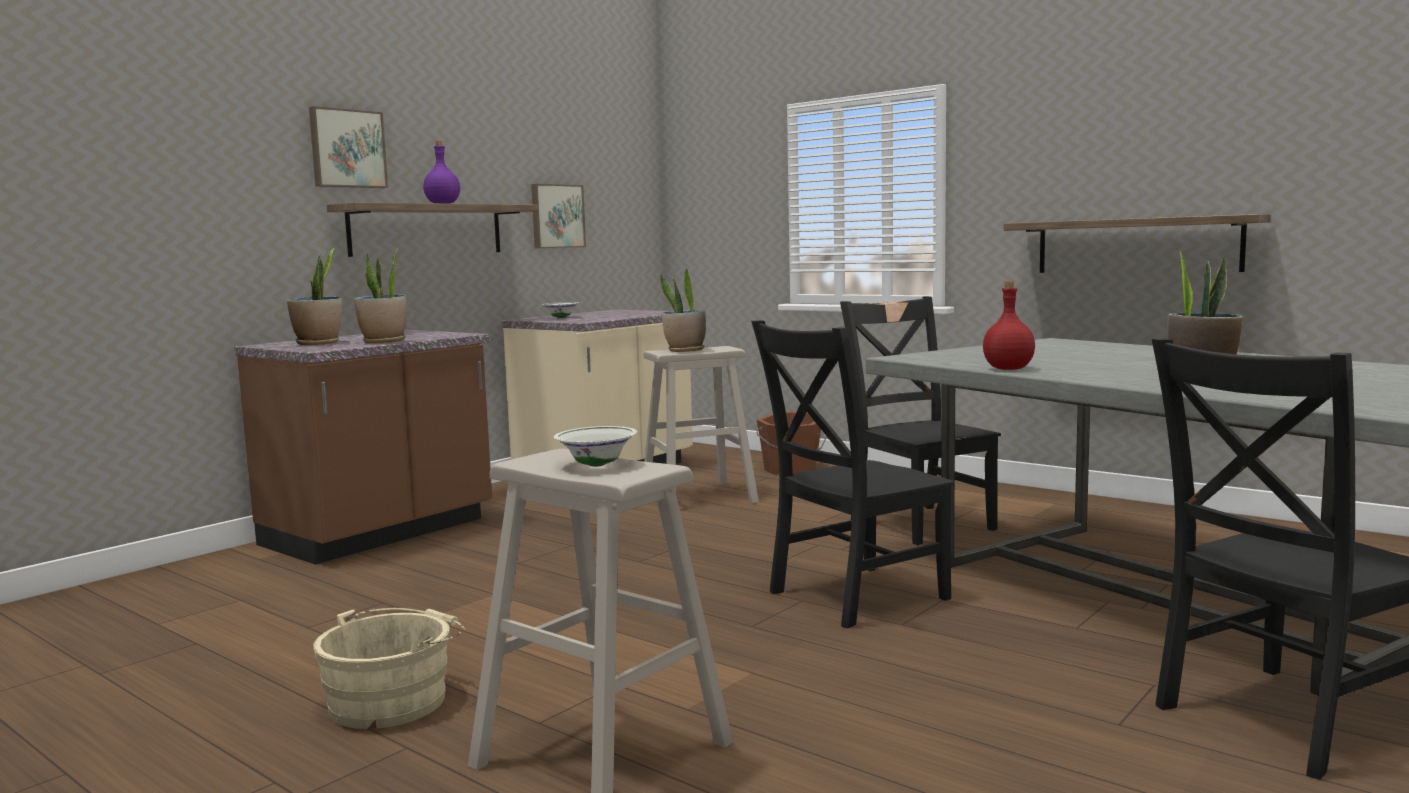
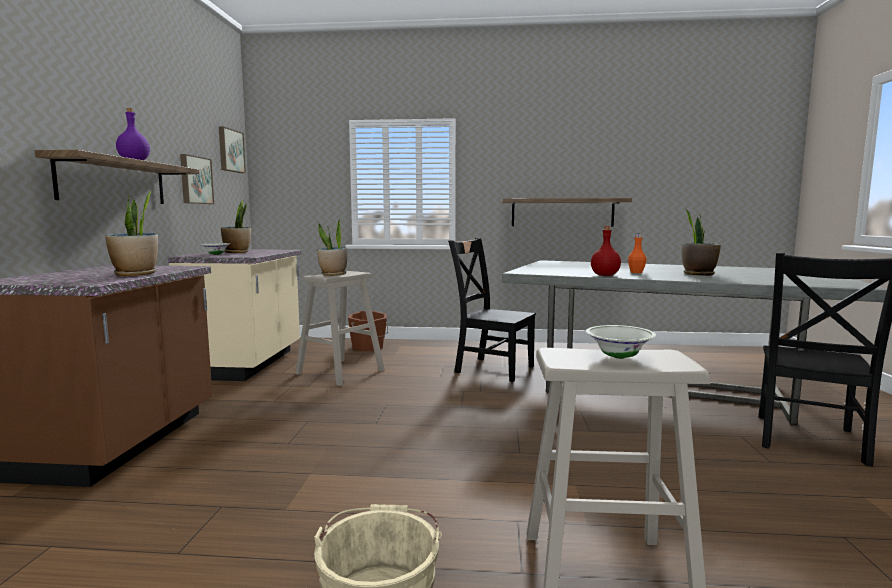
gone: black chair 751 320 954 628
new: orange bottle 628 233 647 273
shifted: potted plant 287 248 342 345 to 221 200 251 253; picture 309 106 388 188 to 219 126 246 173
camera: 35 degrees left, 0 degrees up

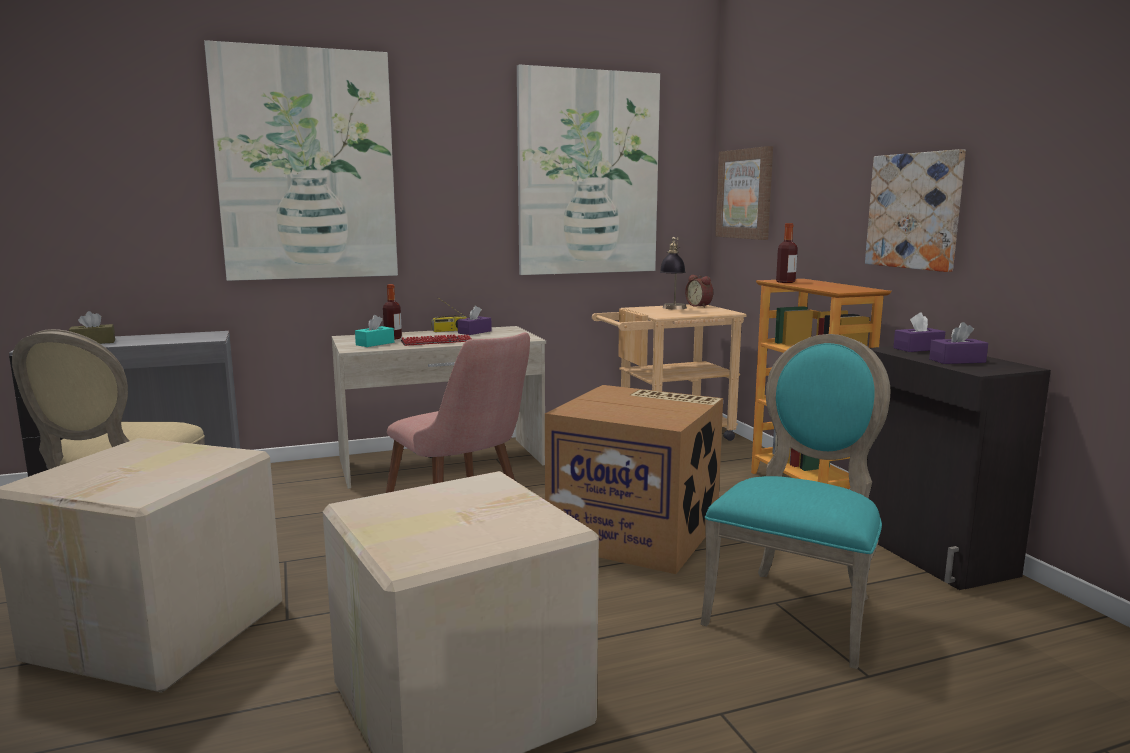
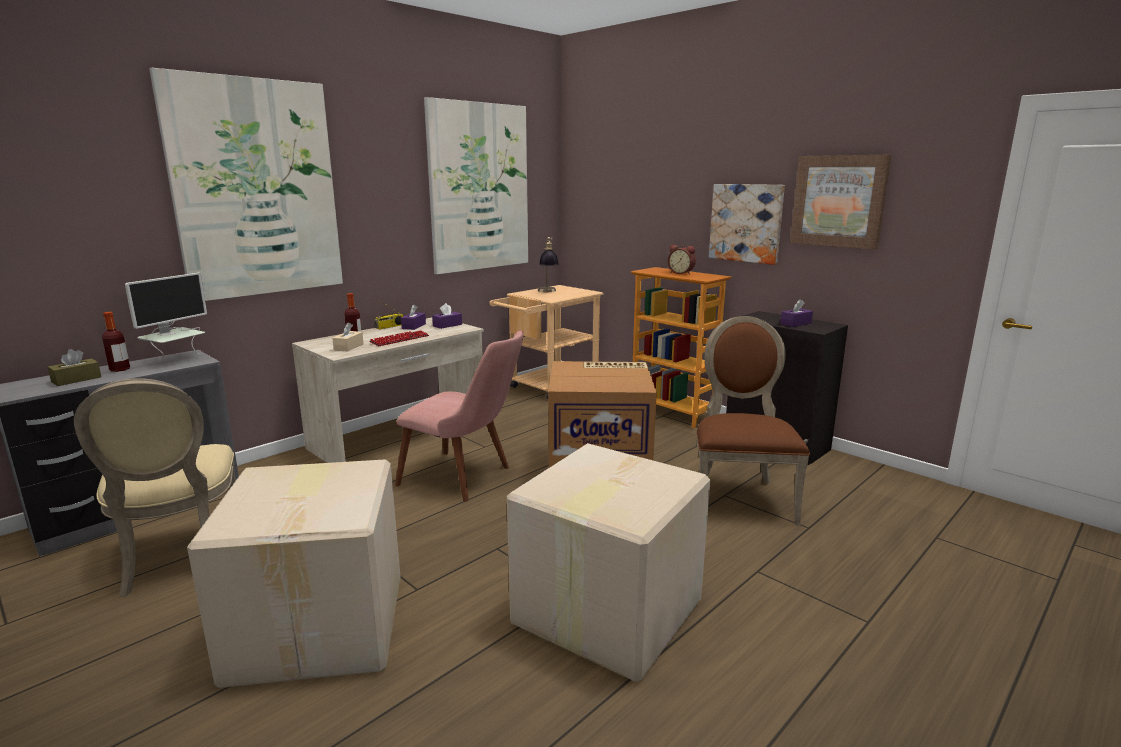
new: monitor 125 273 207 357
shifted: alarm clock 685 275 713 308 to 668 245 696 275; picture 715 146 773 240 to 790 155 891 250; bottle 776 223 798 283 to 102 312 130 372; purple tissue box 893 312 945 352 to 432 303 462 329
repainted: turquoise tissue box 355 315 394 347 to beige tissue box 332 322 364 352; turquoise chair 701 334 890 669 to brown chair 697 316 810 526
camera: 25 degrees left, 5 degrees up

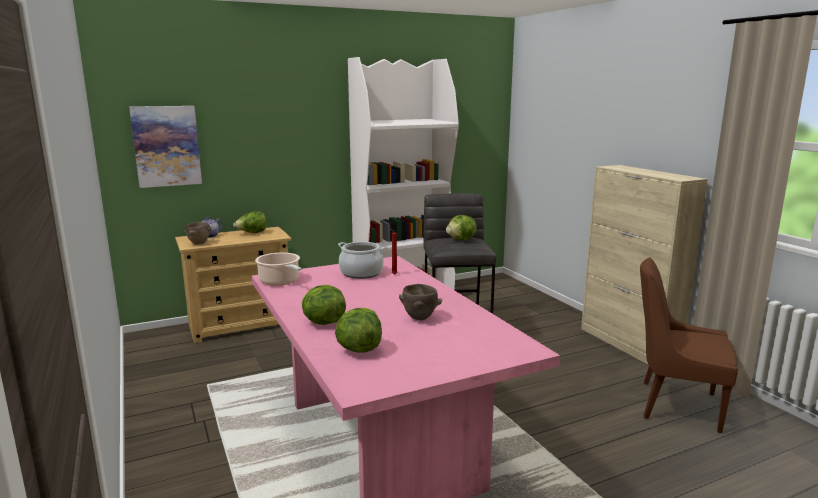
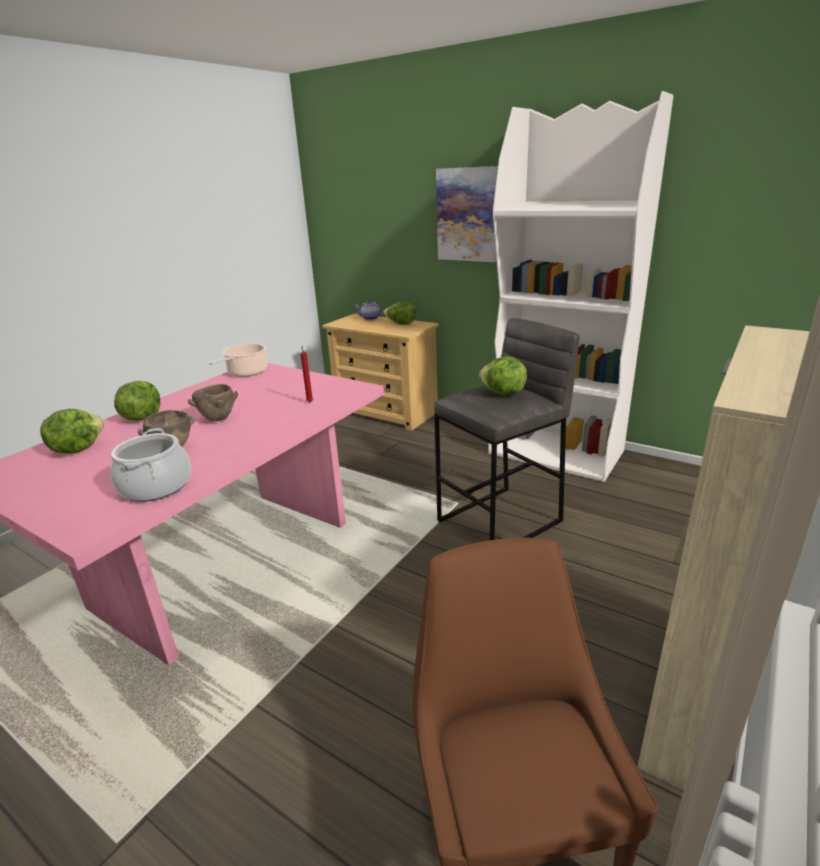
shifted: picture 129 106 202 188 to 436 166 498 262; brown bowl 184 222 212 244 to 188 384 238 421; cooking pot 338 242 384 279 to 110 428 191 502
camera: 60 degrees right, 10 degrees up

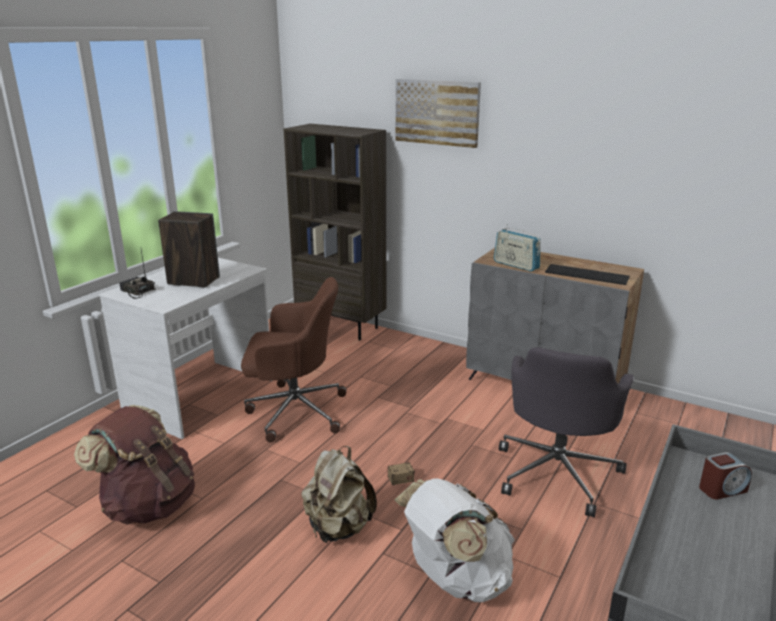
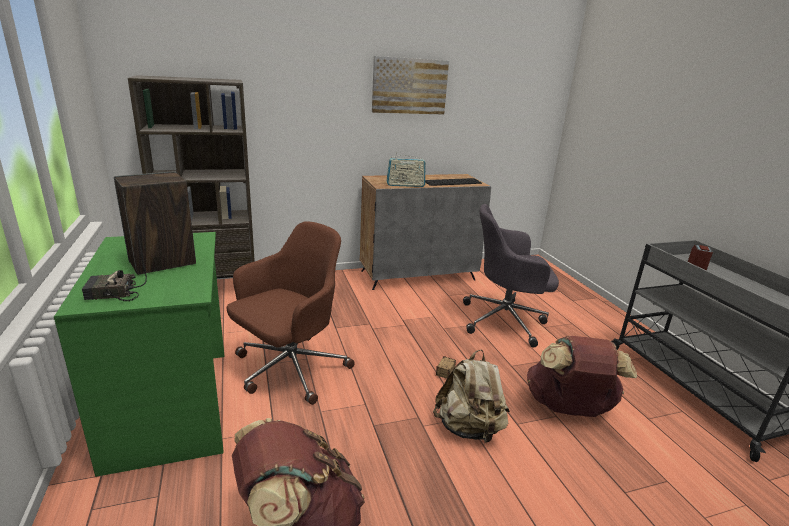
shifted: picture 396 79 481 148 to 372 56 449 115
repainted: white desk 99 258 273 439 to green desk 54 232 224 477; white backpack 394 478 515 602 to brown backpack 527 336 637 417
rotated: grey office chair 499 347 634 517 = 463 204 559 347 120 degrees clockwise
camera: 50 degrees left, 0 degrees up

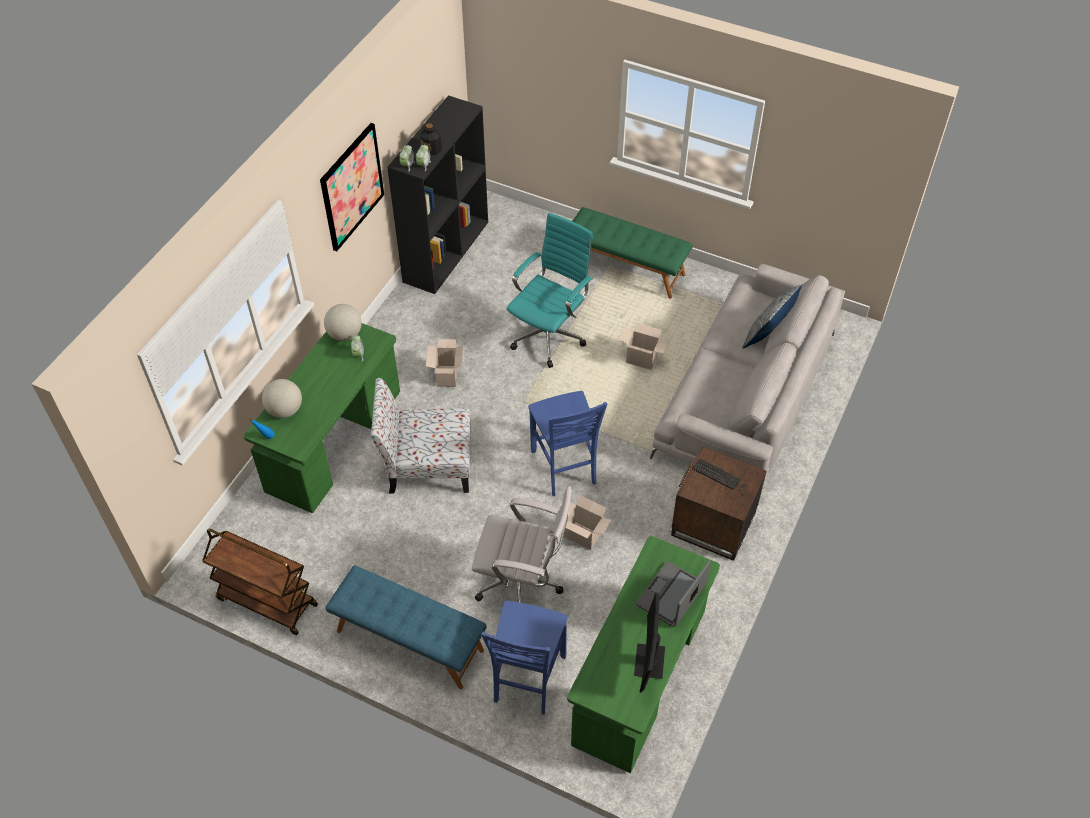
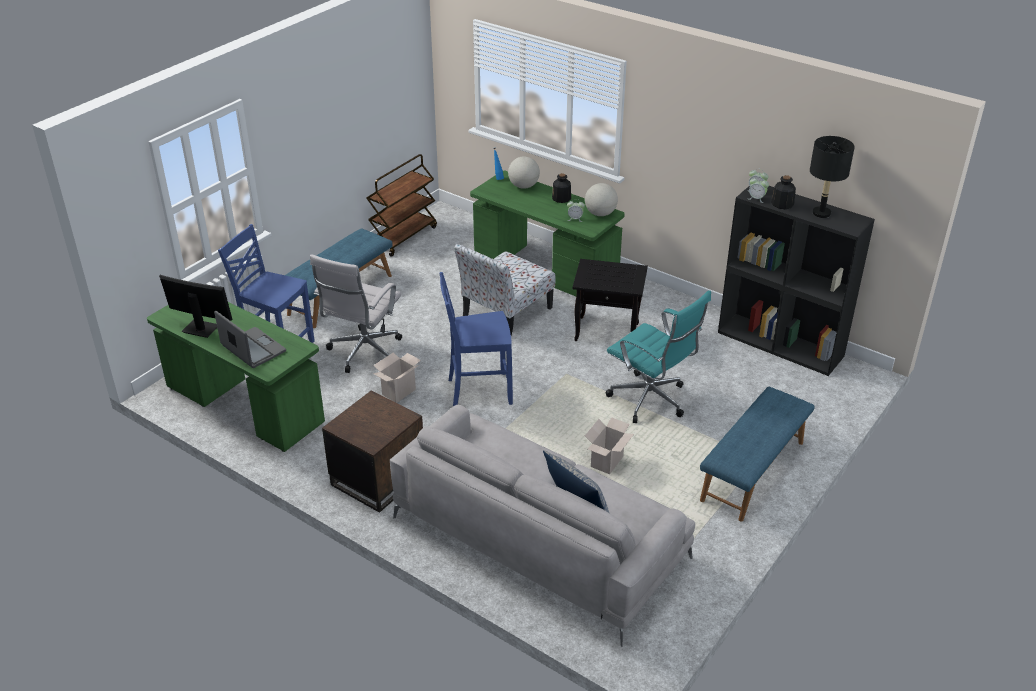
gone: picture 320 123 384 251; keyboard 692 458 747 500
new: bottle 552 173 571 203; black table lamp 810 136 855 218
swapped: cardboard box 426 339 463 387 to black side table 572 259 648 341
repainted: green bench 573 207 693 299 to blue bench 700 387 815 522
rotated: chair 371 378 471 494 = 454 244 556 336 150 degrees counterclockwise
camera: 100 degrees right, 15 degrees down

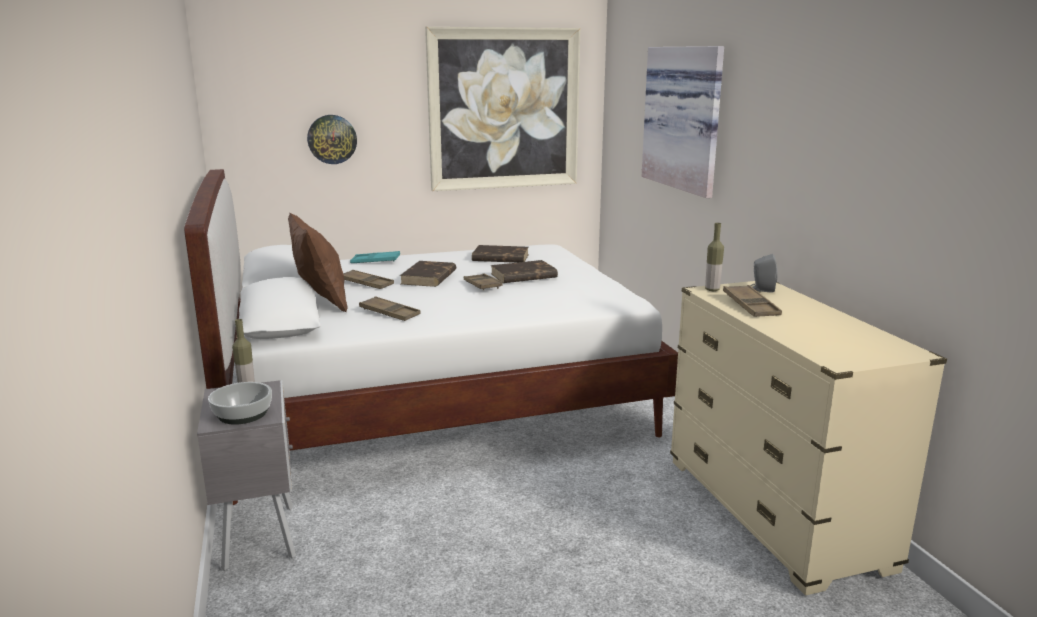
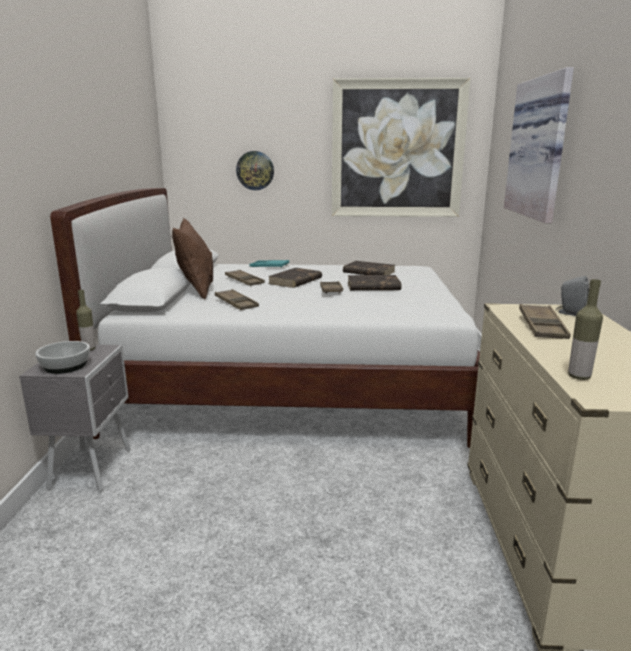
shifted: bottle 705 223 724 291 to 568 279 603 380
camera: 20 degrees right, 0 degrees up

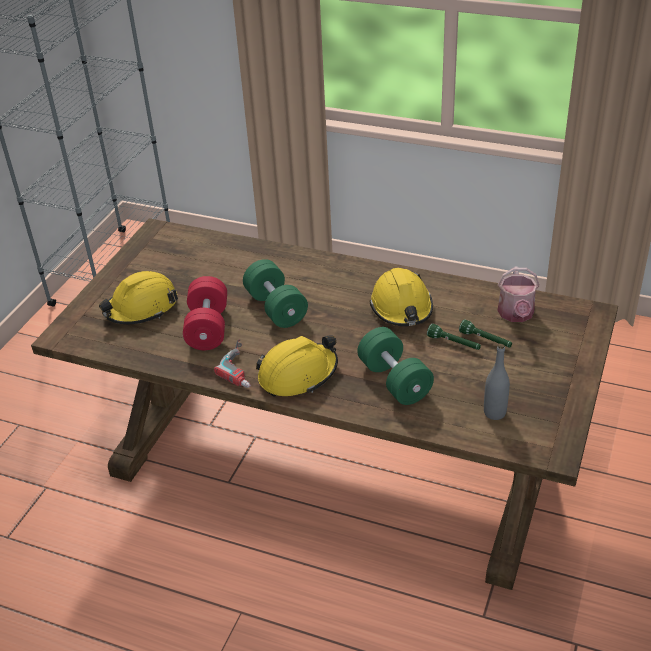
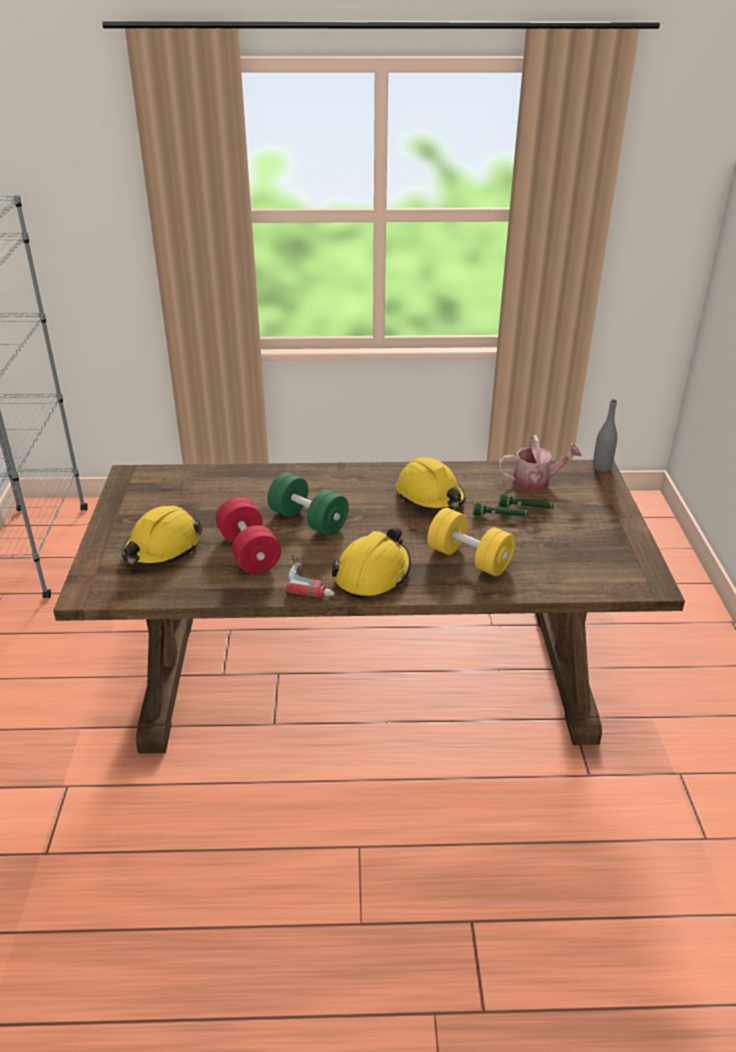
shifted: grey bottle 484 344 510 420 to 593 399 617 472
repainted: green dumbbell 357 327 434 405 to yellow dumbbell 427 508 516 576
rotated: watering can 498 267 539 322 = 499 435 582 492 75 degrees counterclockwise
camera: 25 degrees left, 5 degrees down

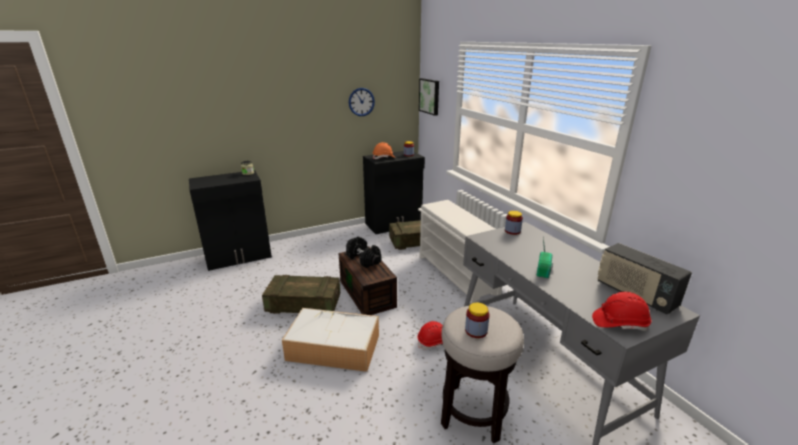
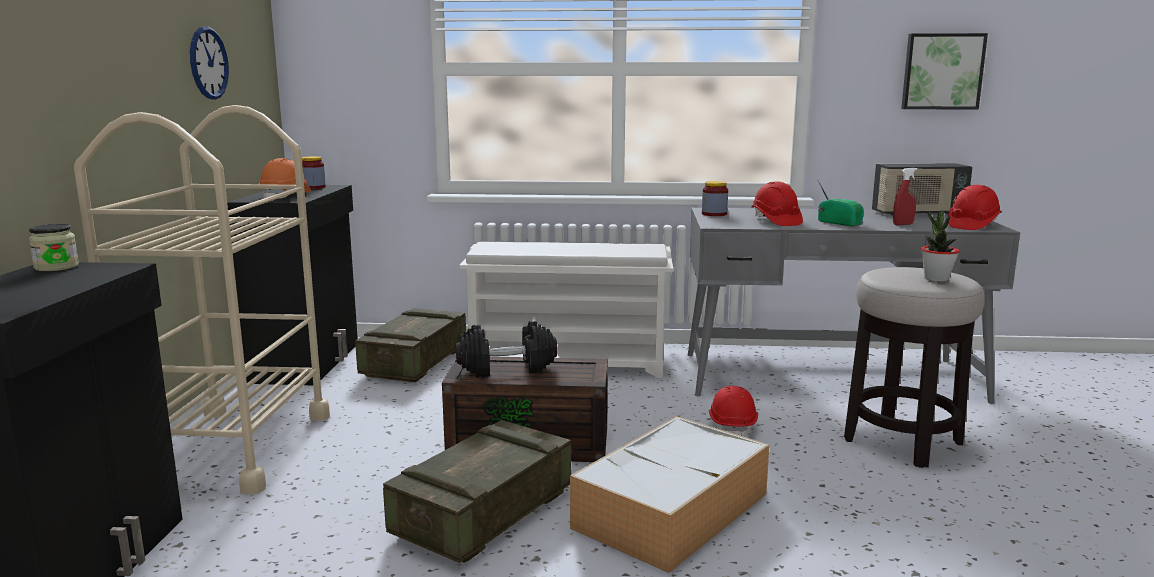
new: beige cart 74 105 330 495; red hard hat 751 181 803 226; red spray bottle 893 168 917 225
shifted: picture 419 78 439 116 to 901 33 988 109
swapped: jar 465 303 490 338 to potted plant 921 211 959 282
camera: 60 degrees left, 10 degrees down

